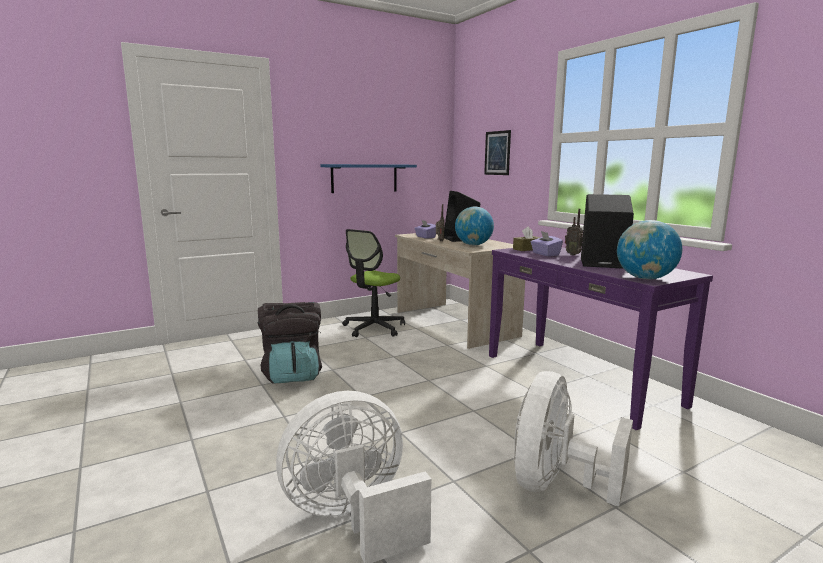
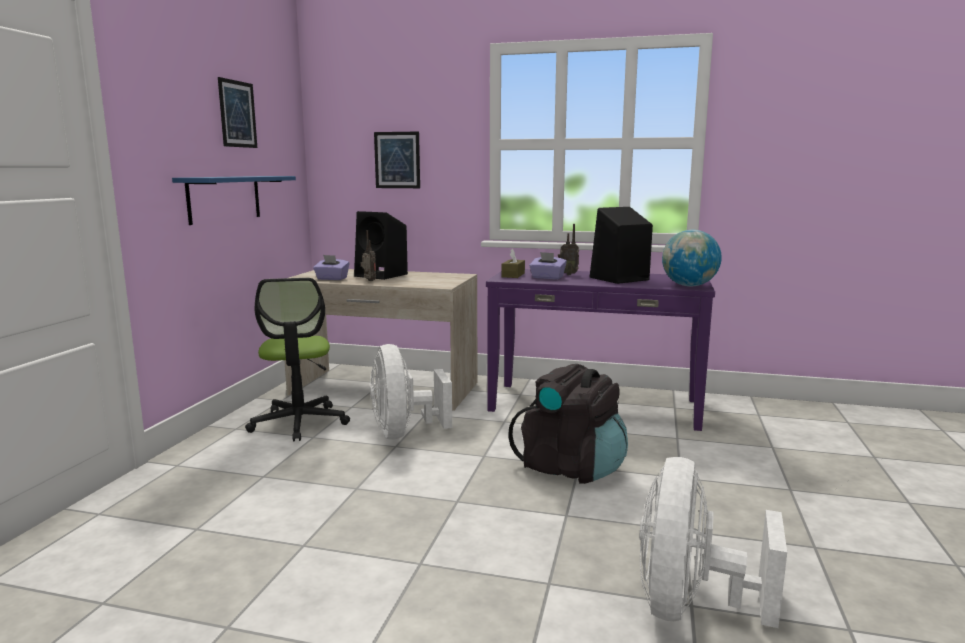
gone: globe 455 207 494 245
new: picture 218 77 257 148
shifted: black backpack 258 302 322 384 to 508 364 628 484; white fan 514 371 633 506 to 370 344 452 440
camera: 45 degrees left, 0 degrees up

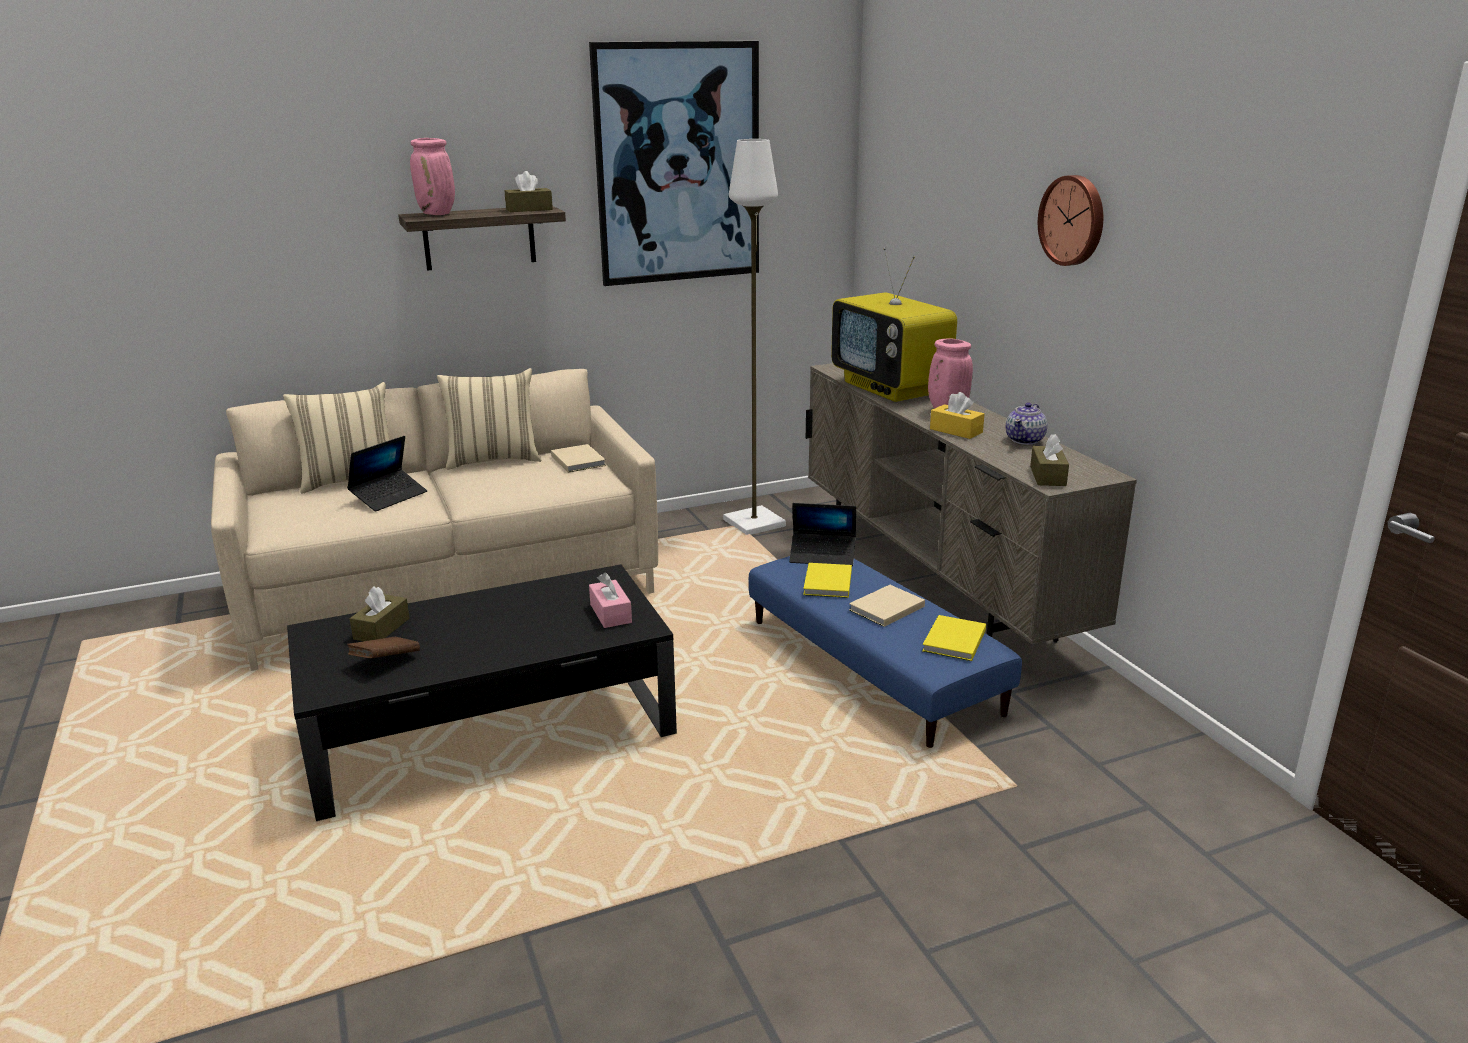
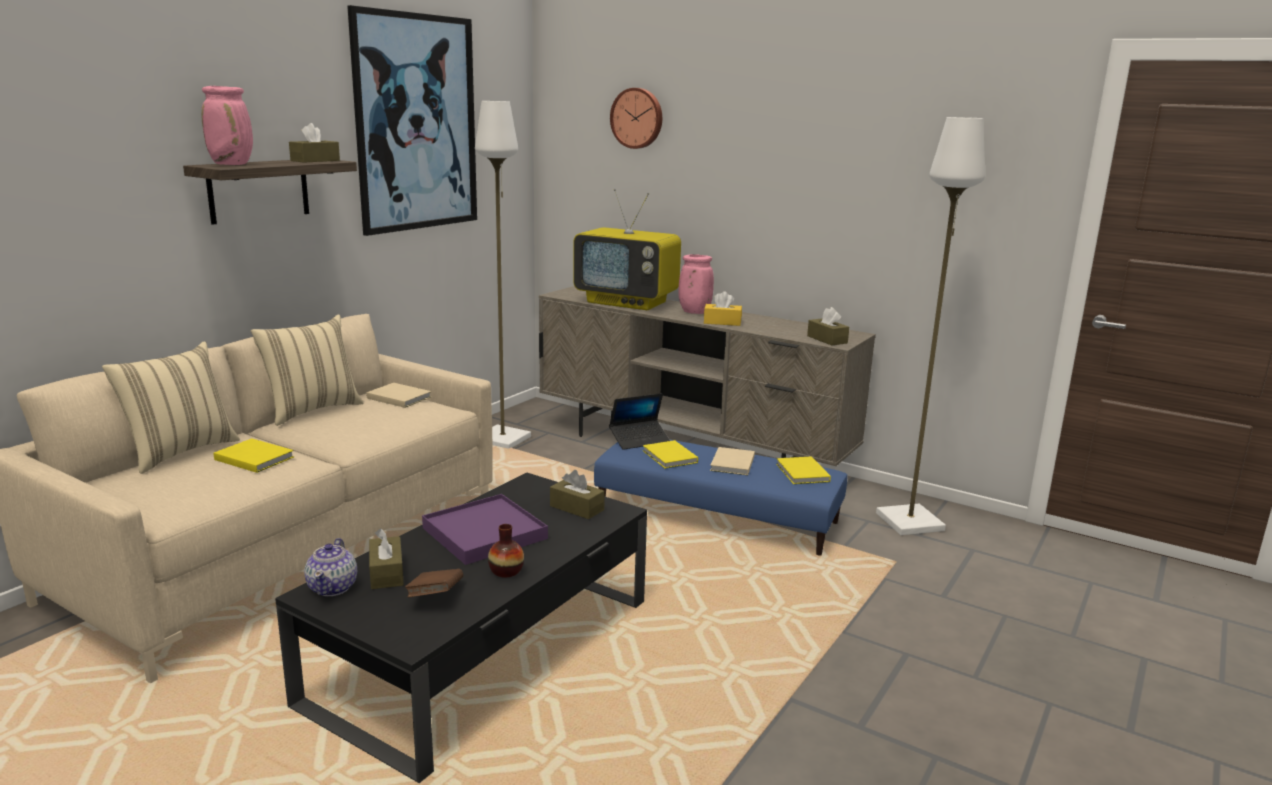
new: purple tray 422 494 548 565; vase 488 524 524 578; white floor lamp 876 117 985 535
shifted: teapot 1006 402 1047 445 to 304 538 357 596; wall clock 1038 175 1103 266 to 610 88 662 149
swapped: laptop 347 436 427 512 to yellow book 214 438 294 473
repainted: pink tissue box 589 573 632 628 to brown tissue box 550 470 605 519
camera: 35 degrees left, 5 degrees down

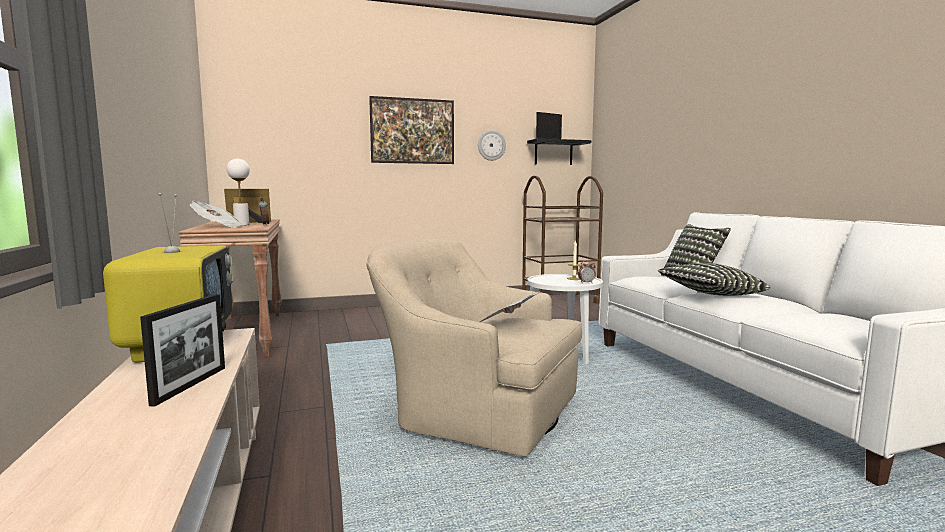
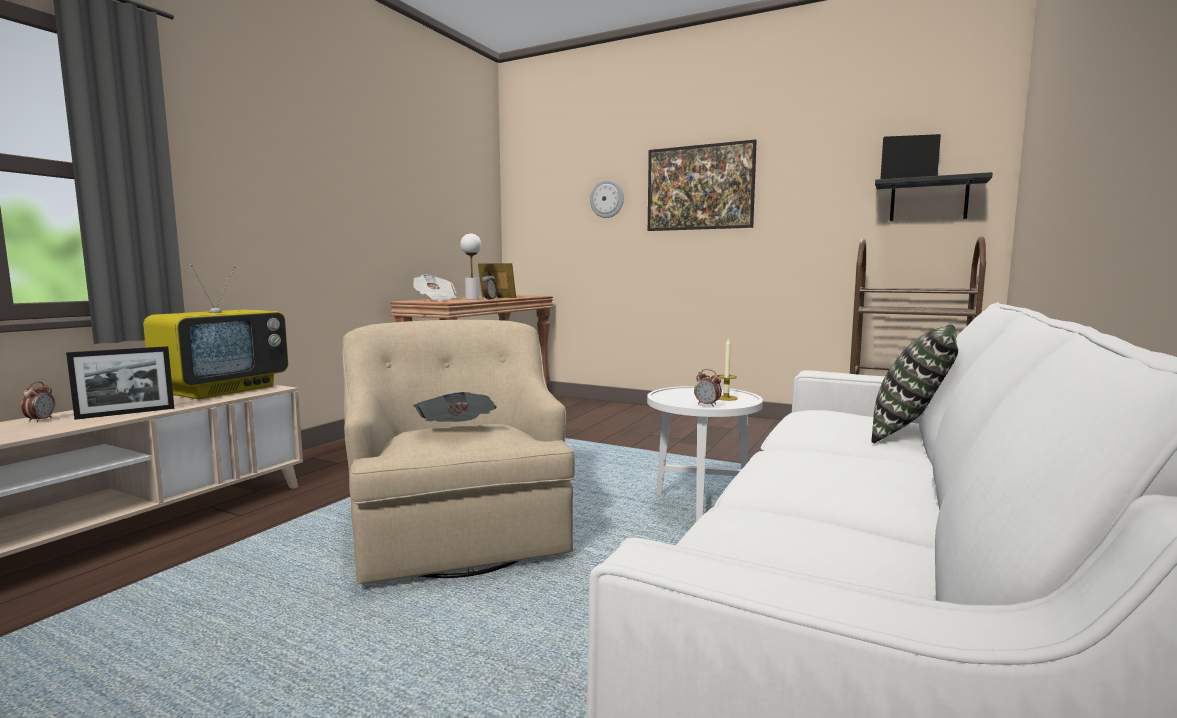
gone: pillow 658 263 770 296
new: alarm clock 21 382 55 422
shifted: wall clock 478 130 506 161 to 590 179 624 218
camera: 45 degrees right, 0 degrees up

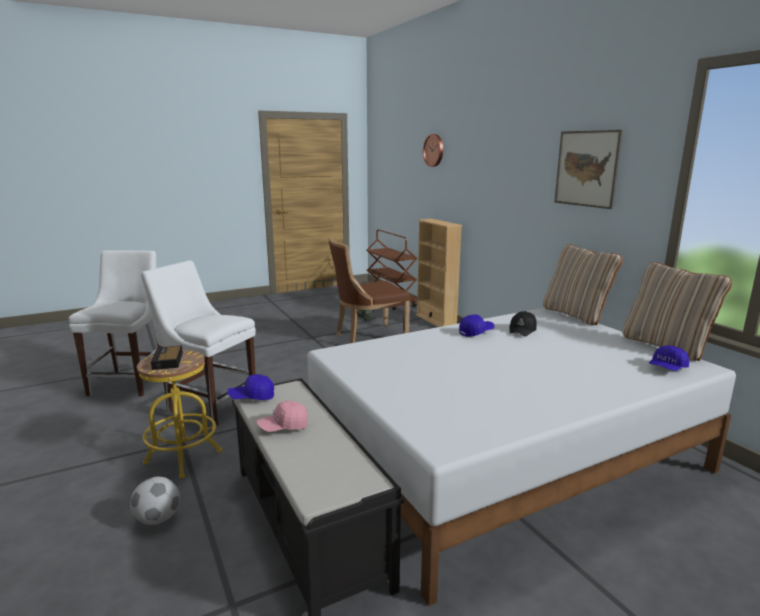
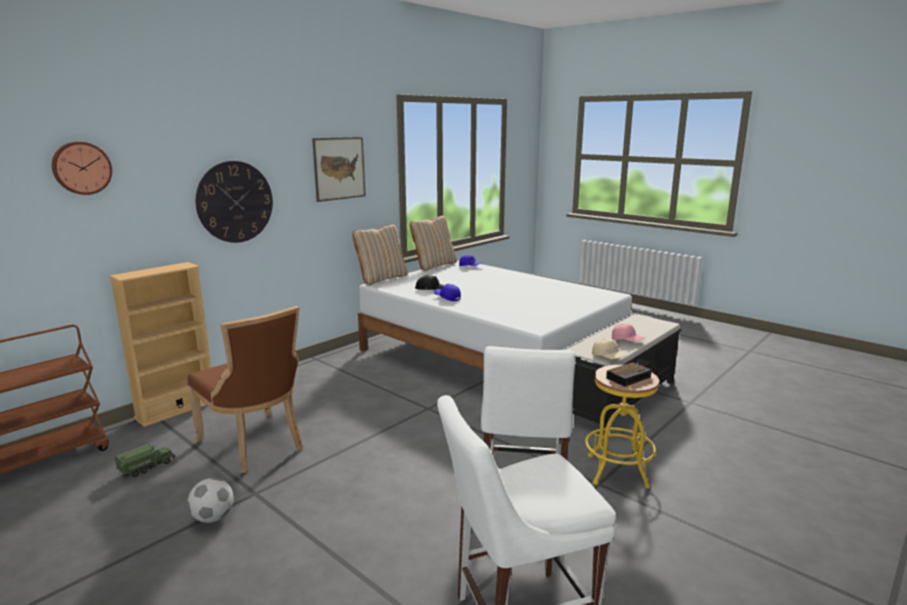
new: wall clock 195 161 273 243
shifted: football 130 477 180 525 to 188 478 234 523
repainted: blue cap 227 374 274 400 to beige cap 592 339 626 359
camera: 110 degrees left, 0 degrees up

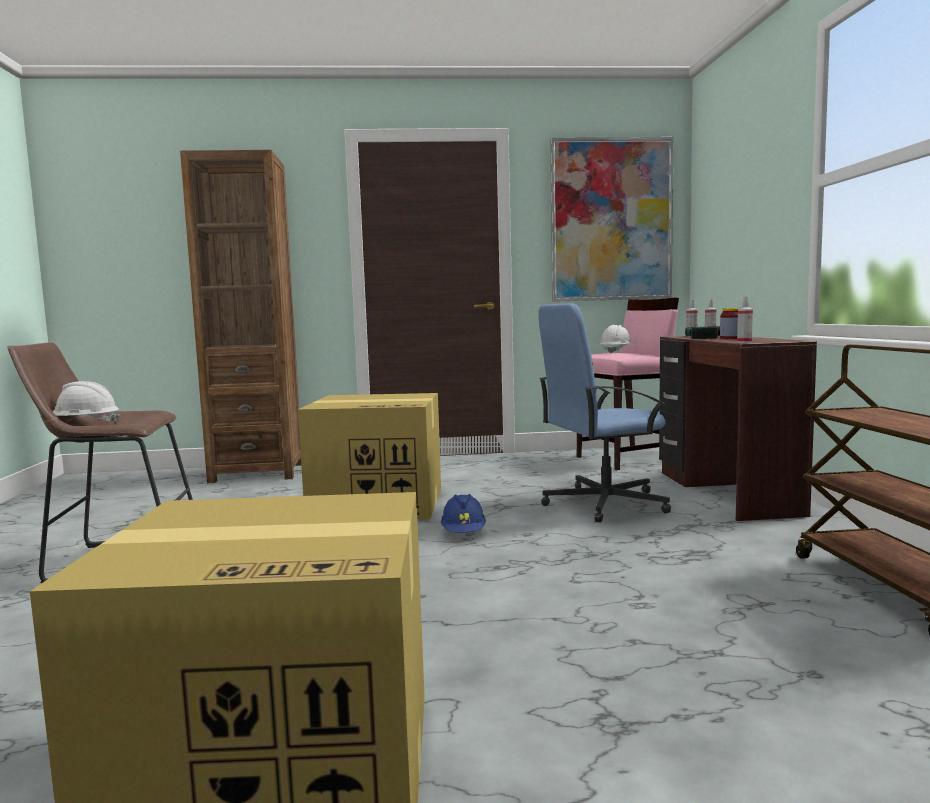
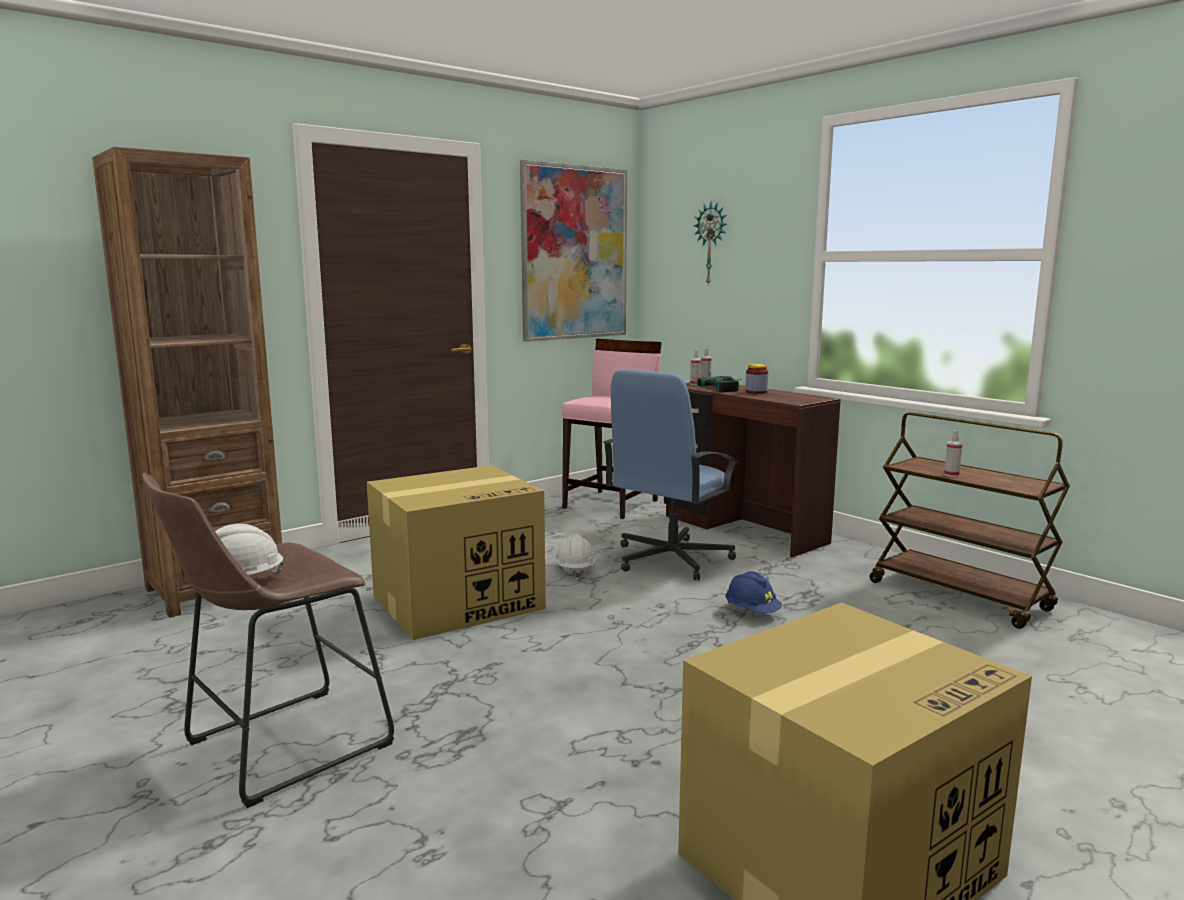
new: wall clock 694 202 727 286
shifted: blue hard hat 441 494 486 533 to 725 571 782 613; white hard hat 600 325 632 353 to 555 534 595 578; spray bottle 737 297 753 343 to 944 430 963 477
camera: 35 degrees left, 5 degrees up

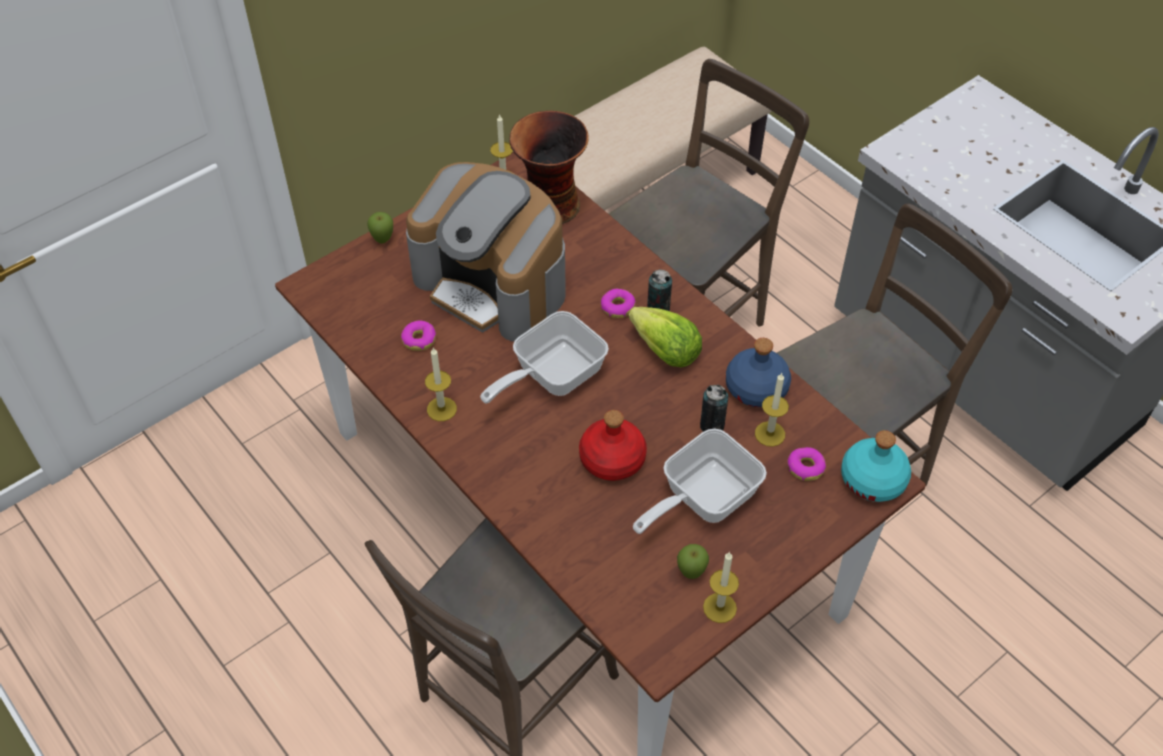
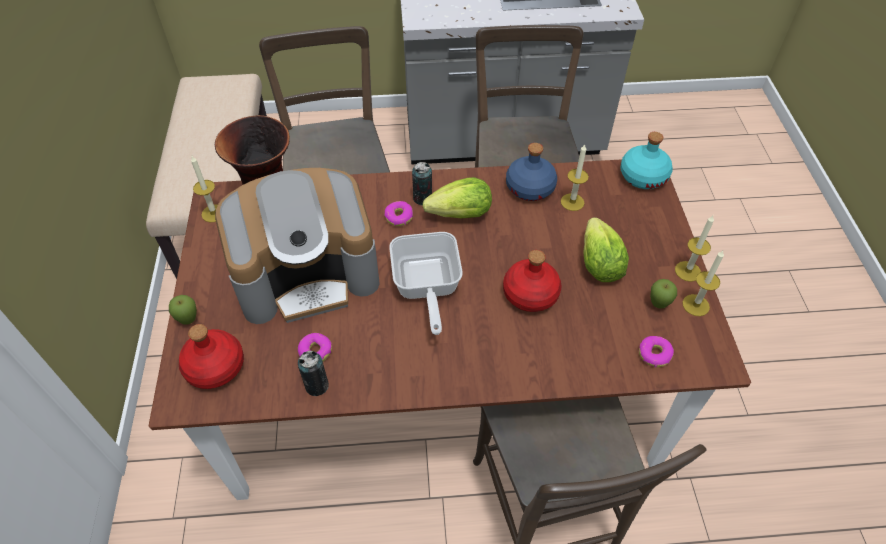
new: red bottle 178 324 244 389
shifted: candle 425 347 457 421 to 675 215 714 282; can 700 385 728 432 to 298 351 329 396; donut 787 447 826 481 to 639 336 674 367
swapped: frying pan 633 429 767 534 to lettuce 583 217 629 282
camera: 55 degrees left, 0 degrees up

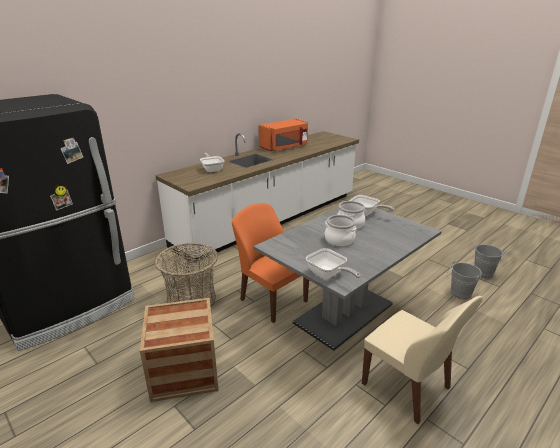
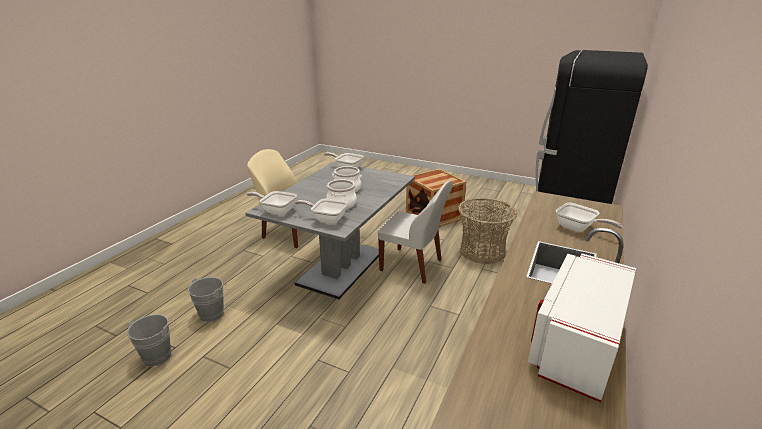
new: frying pan 247 191 297 215
repainted: orange chair 232 203 309 323 to white chair 378 180 453 284; orange microwave 259 119 308 151 to white microwave 528 253 636 402
camera: 160 degrees right, 0 degrees up

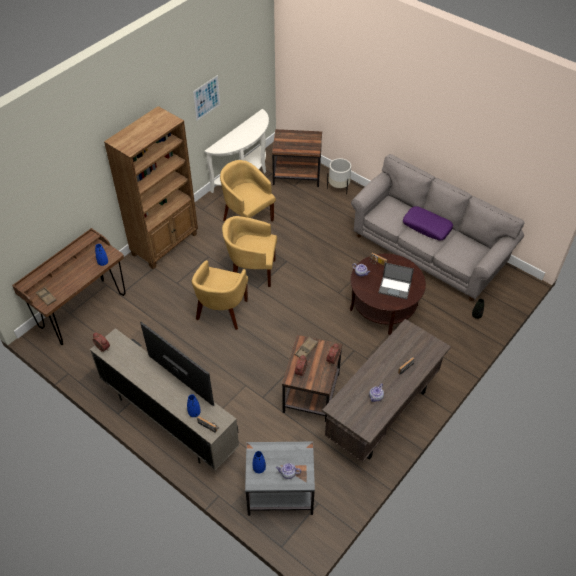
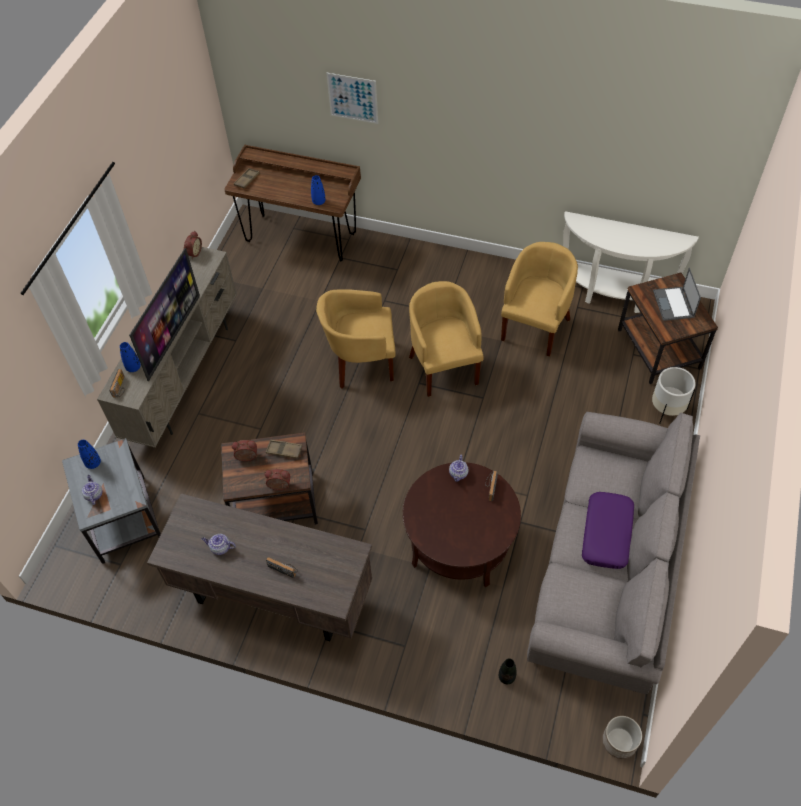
gone: brown bookcase 104 106 198 269
new: planter 602 716 642 759
shifted: picture 193 75 220 121 to 326 73 378 124; laptop 378 263 414 299 to 653 268 701 321
camera: 70 degrees right, 5 degrees up

